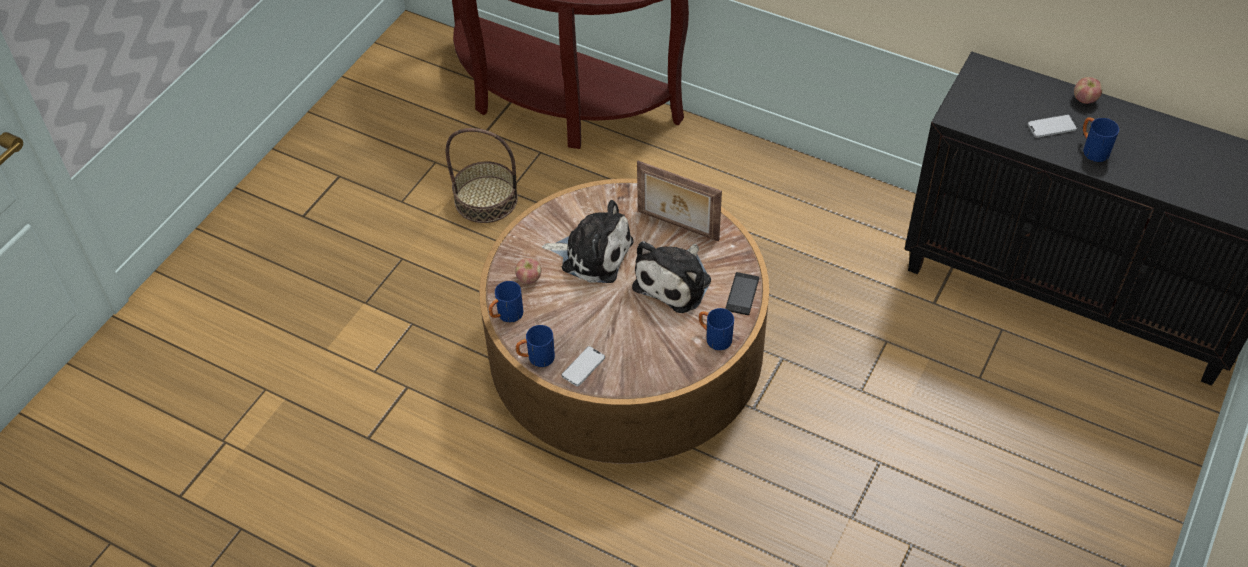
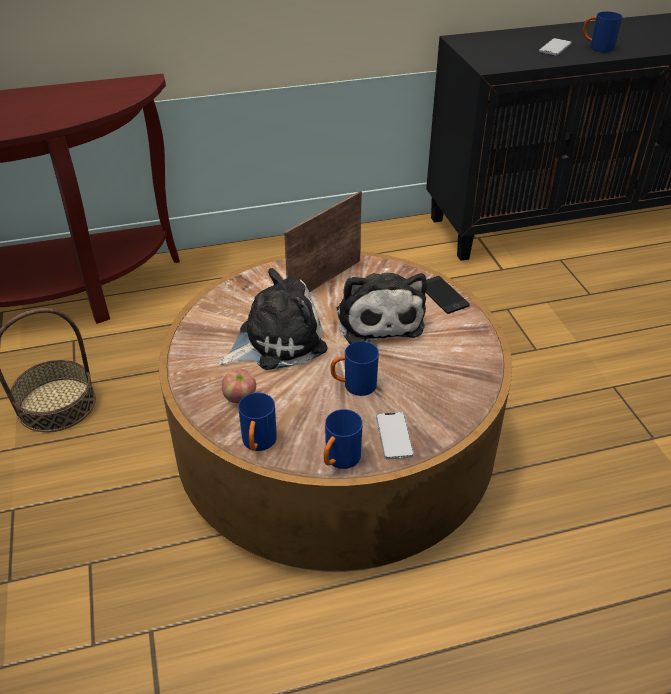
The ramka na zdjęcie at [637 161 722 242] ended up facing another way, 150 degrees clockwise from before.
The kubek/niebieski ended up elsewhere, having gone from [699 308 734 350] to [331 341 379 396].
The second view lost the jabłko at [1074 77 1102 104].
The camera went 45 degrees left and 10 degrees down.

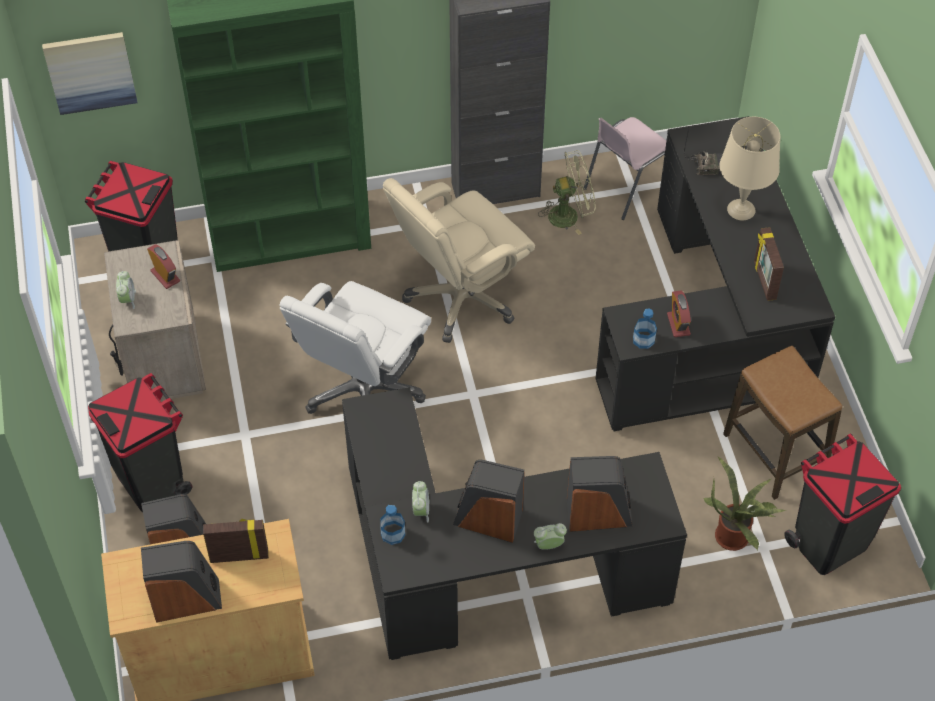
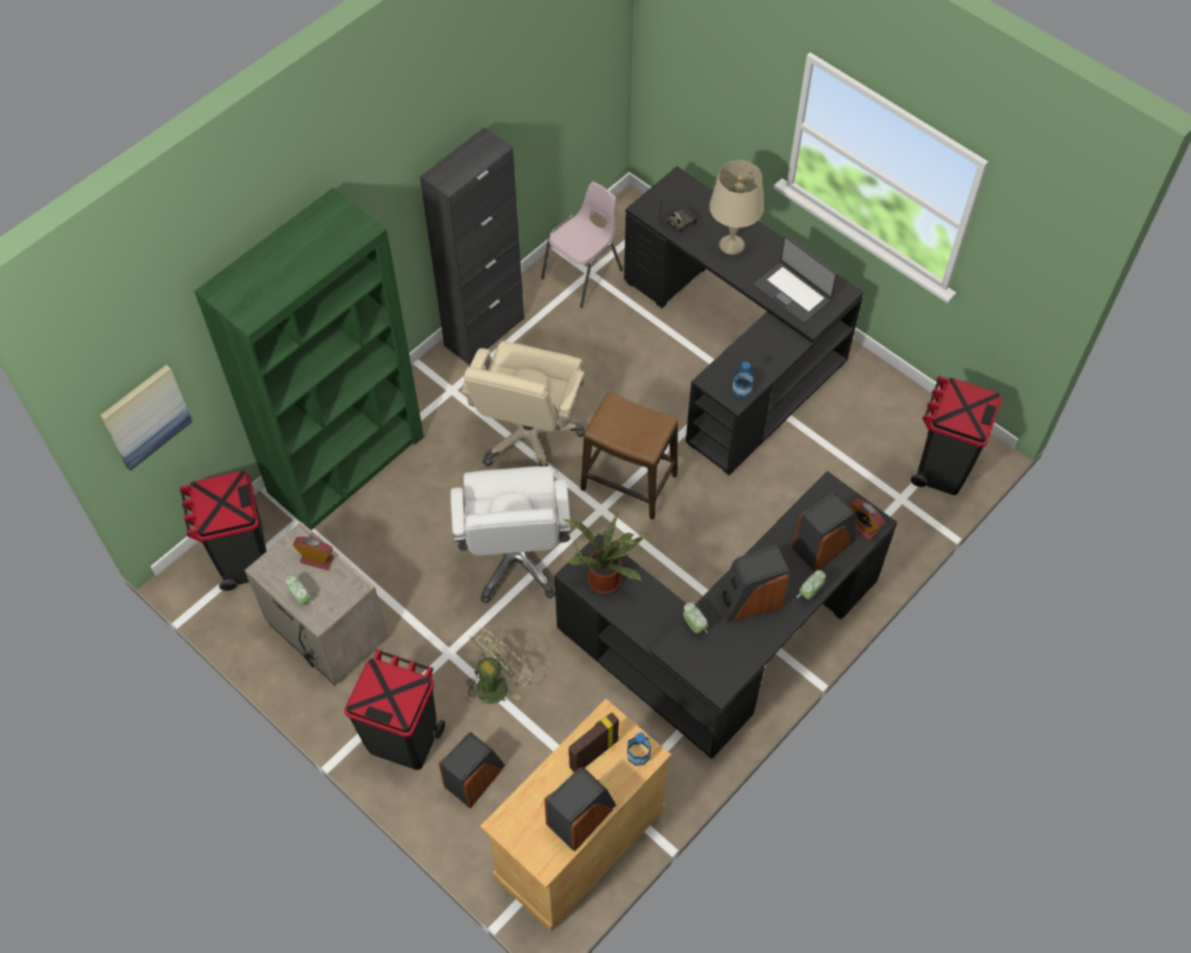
The butelka ended up elsewhere, having gone from [380 505 405 545] to [627 732 651 766].
The wentylator/zielony ended up elsewhere, having gone from [538 150 596 235] to [467 628 531 704].
The krzesło/różowy at [583 117 666 220] ended up facing another way, 150 degrees counterclockwise from before.
The budzik ended up elsewhere, having gone from [667 291 691 337] to [850 498 885 541].
The roślina doniczkowa ended up elsewhere, having gone from [703 457 786 551] to [563 513 649 594].
The stołek ended up elsewhere, having gone from [723 346 842 500] to [581 392 678 520].
Where the ramka na zdjęcie stood at [754 227 784 301], the laptop came to stand at [753 235 838 324].
The camera went 35 degrees left and 5 degrees up.

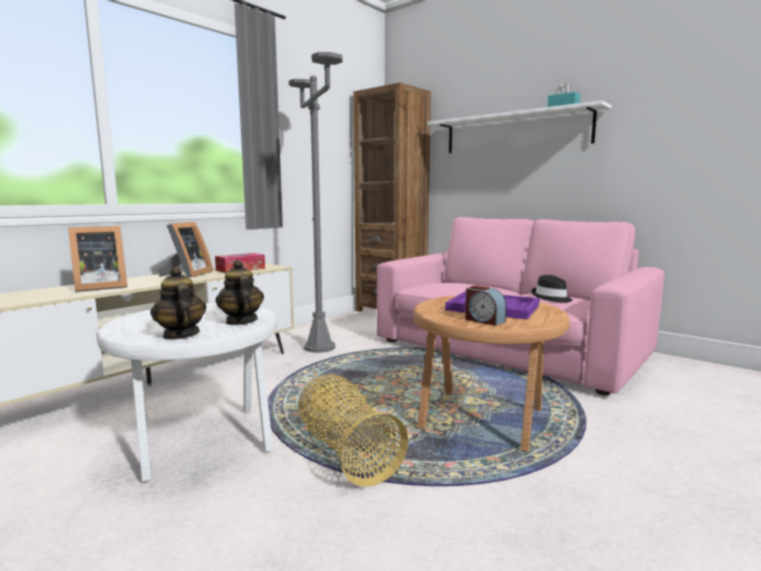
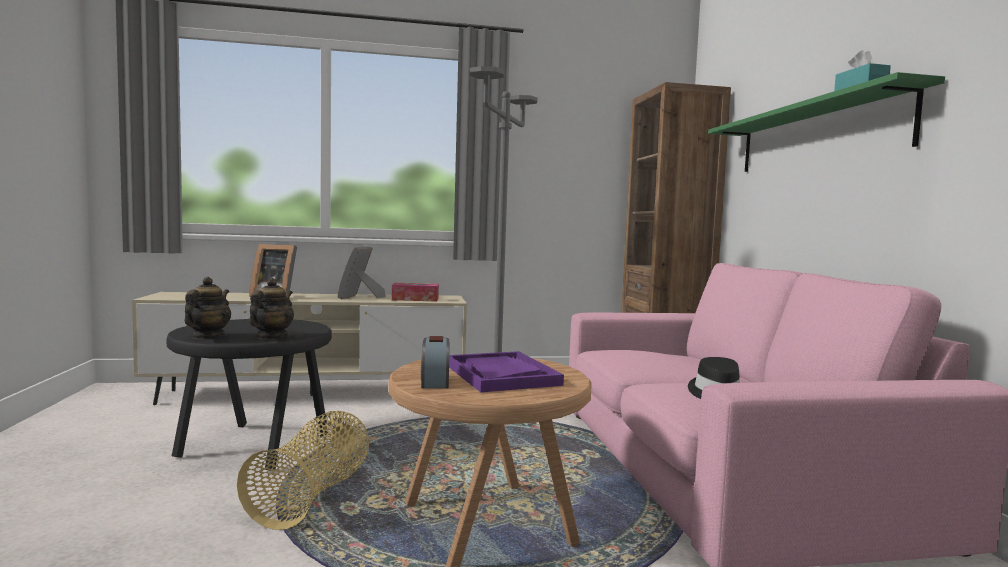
What was the stolik/biały at [96 303 277 482] turned into the stolik/czarny at [167 319 332 471].
The ramka na zdjęcie at [159 222 213 278] ended up facing another way, 135 degrees clockwise from before.
What was the półka/biały at [427 100 612 153] turned into the półka/zielony at [708 72 945 172].
The camera went 40 degrees right and 5 degrees down.

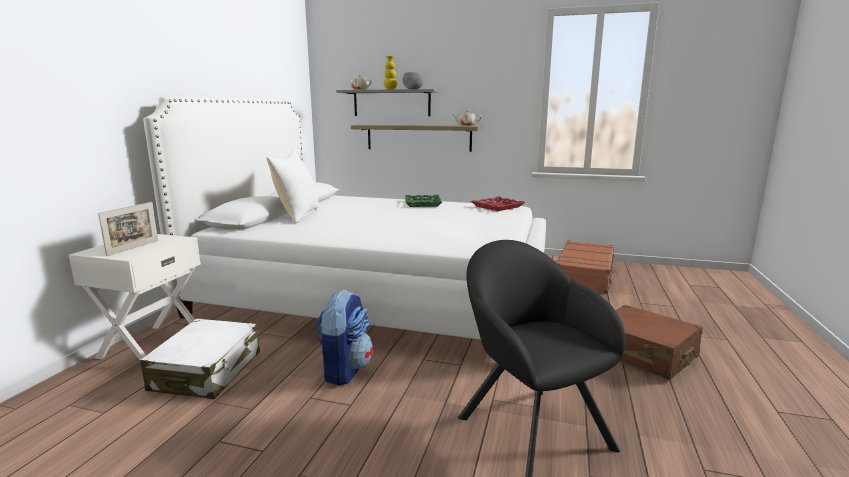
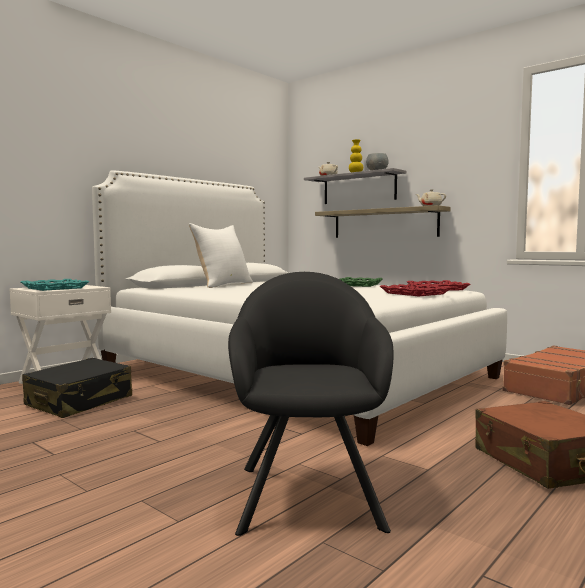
Where the ramka na zdjęcie stood at [98 202 158 256], the taca/turkusowy came to stand at [21 279 89 291].
What was the walizka/biały at [140 319 260 399] turned into the walizka/czarny at [22 358 132 418].
The second view lost the plecak at [315 290 373 386].
The second view gained the taca/czerwony at [380 283 452 296].
The camera went 25 degrees right and 10 degrees down.

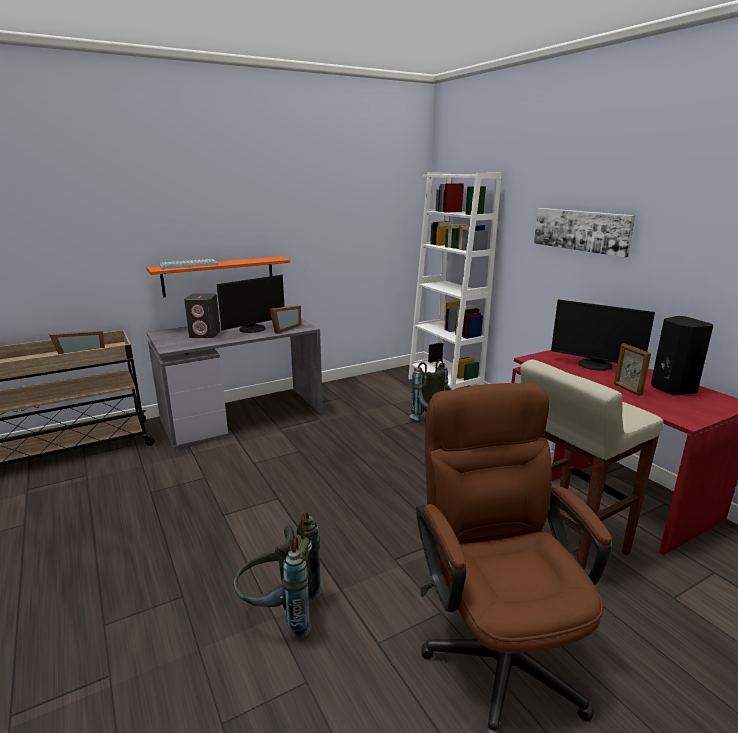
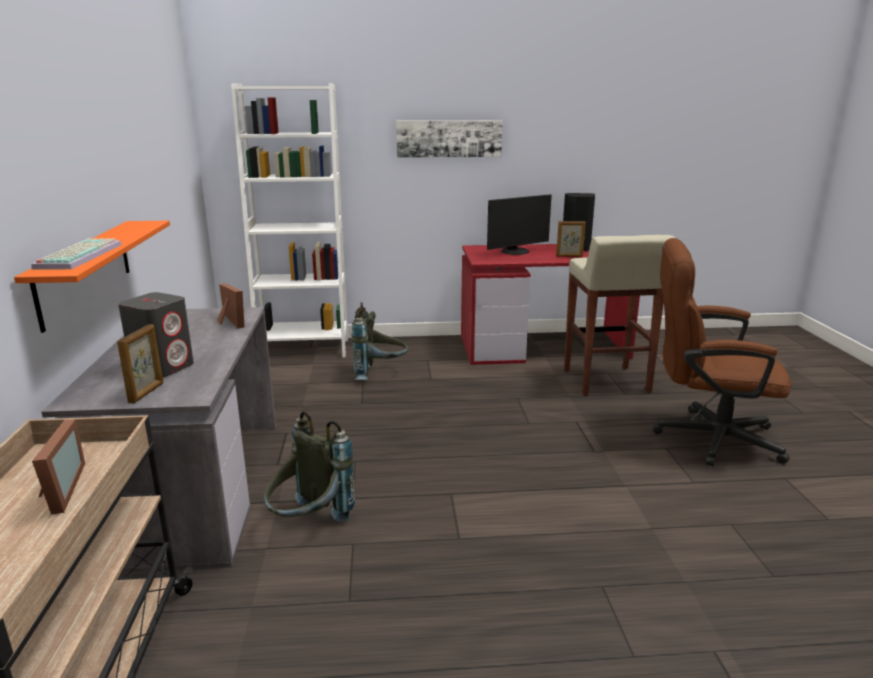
The second view lost the monitor at [217 275 285 333].
The plecak/szary ended up elsewhere, having gone from [233 512 322 639] to [264 411 355 522].
The second view gained the ramka na zdjęcie at [117 324 163 404].
The camera went 65 degrees left and 0 degrees up.

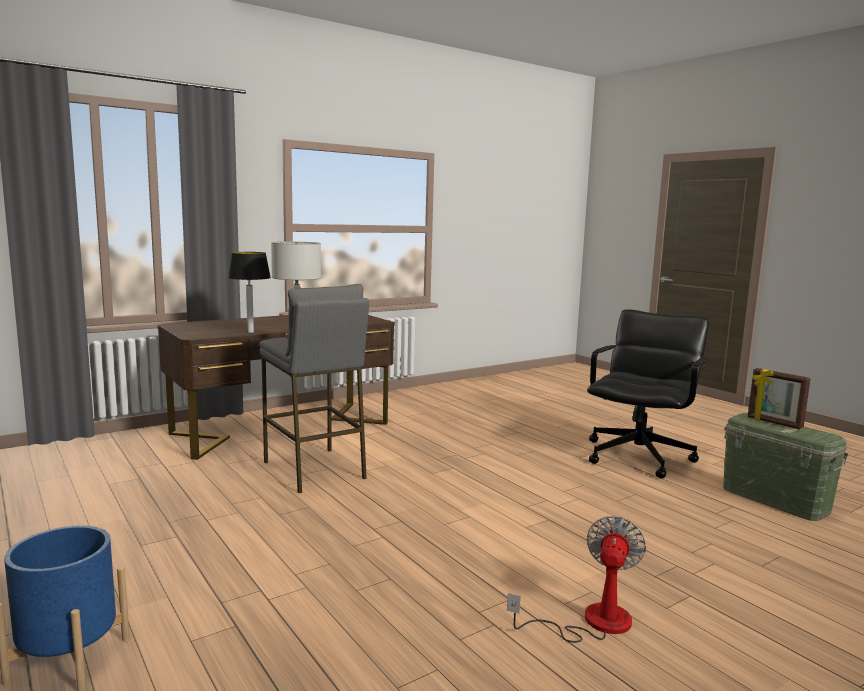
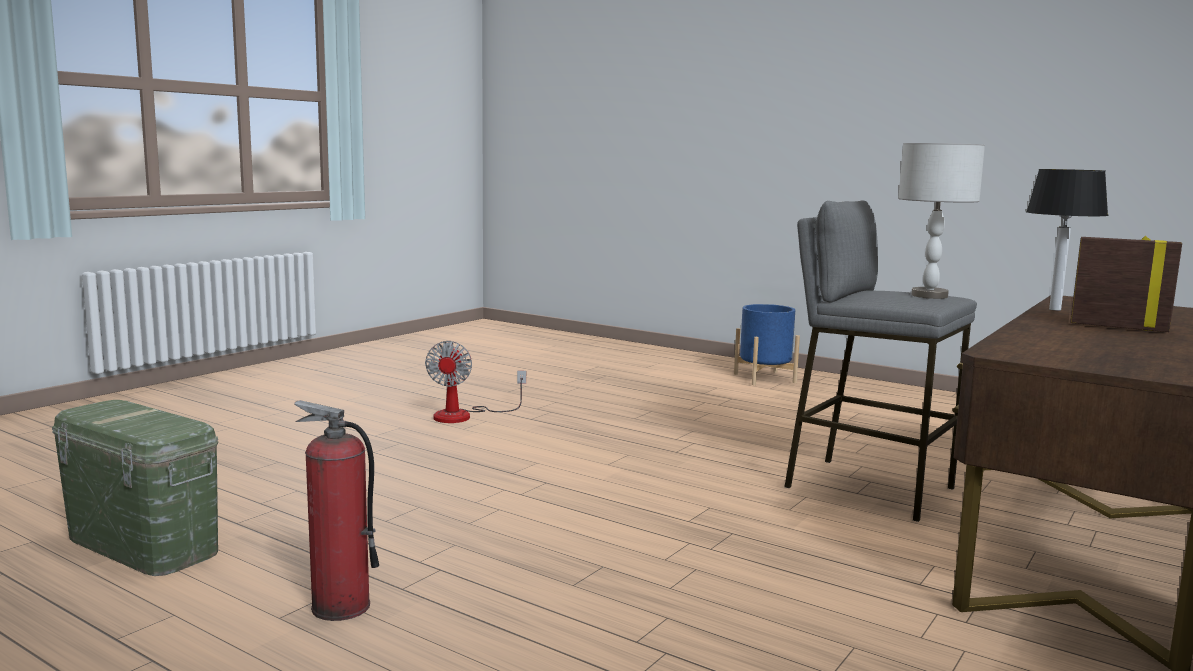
Where the krzesło biurowe/czarny stood at [587 309 709 478], the gaśnica came to stand at [294 400 379 621].
The ramka na zdjęcie ended up elsewhere, having gone from [748 368 811 429] to [1070 236 1182 332].
The camera went 160 degrees right and 0 degrees up.

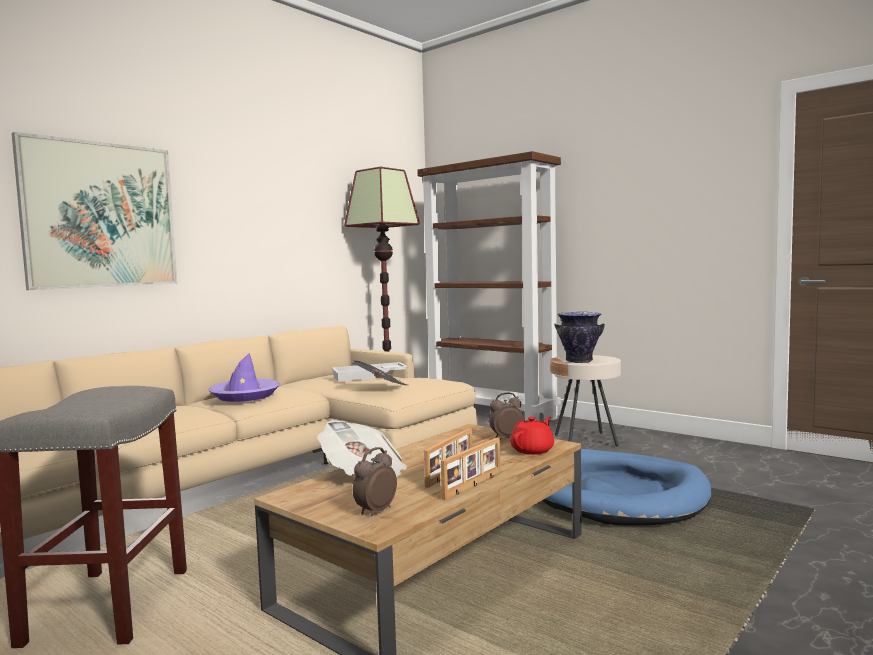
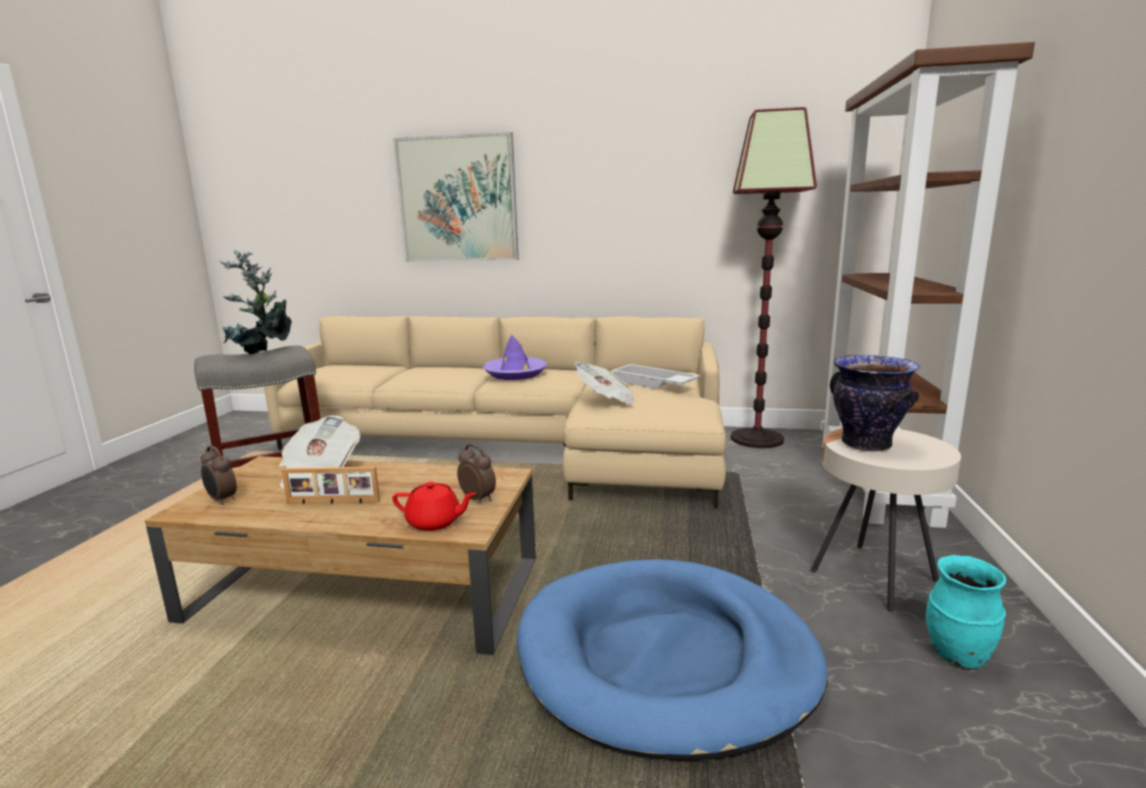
The budzik at [353 447 397 516] ended up facing another way, 150 degrees counterclockwise from before.
The second view lost the ramka na zdjęcie at [441 438 500 500].
The second view gained the roślina doniczkowa at [219 250 292 354].
The second view gained the wazon/turkusowy at [926 555 1006 669].
The camera went 60 degrees right and 10 degrees up.

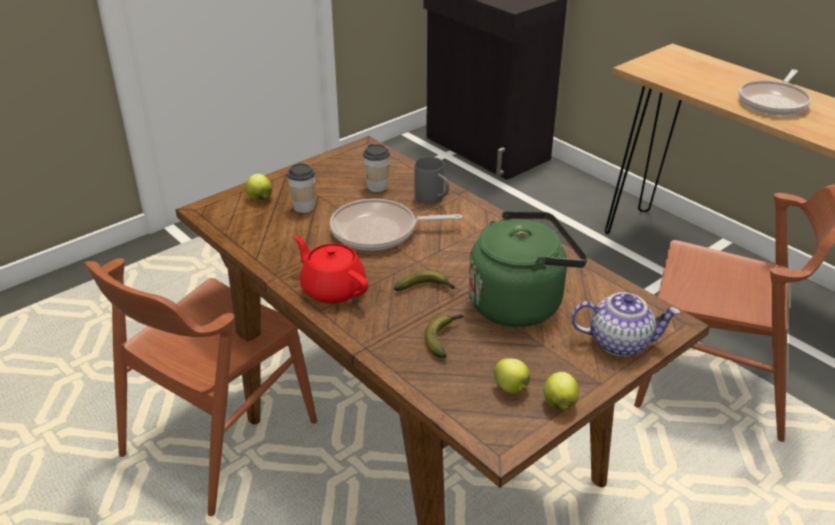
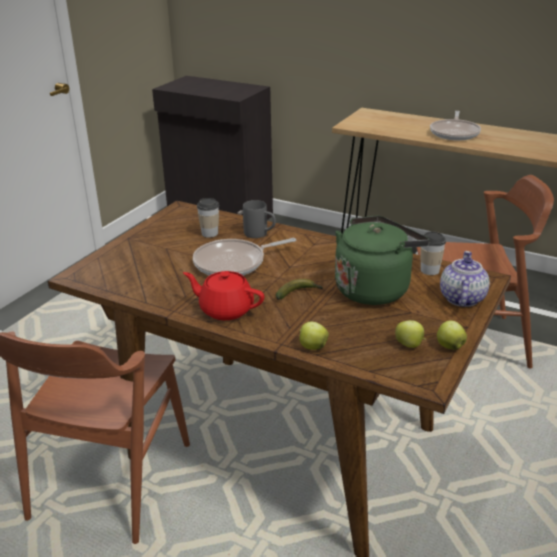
The jabłko ended up elsewhere, having gone from [245 174 272 200] to [299 322 329 350].
The filiżanka ended up elsewhere, having gone from [287 164 315 213] to [420 231 446 275].
The second view lost the banan at [425 314 464 358].
The imbryk at [571 292 680 356] ended up facing another way, 60 degrees counterclockwise from before.
The camera went 20 degrees left and 5 degrees down.

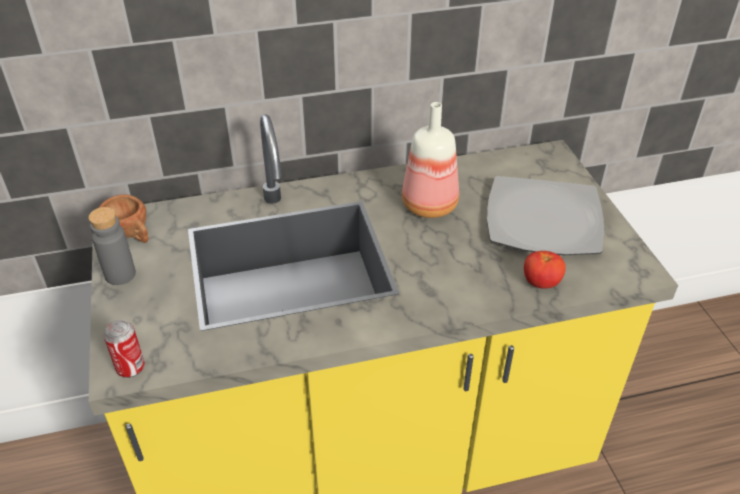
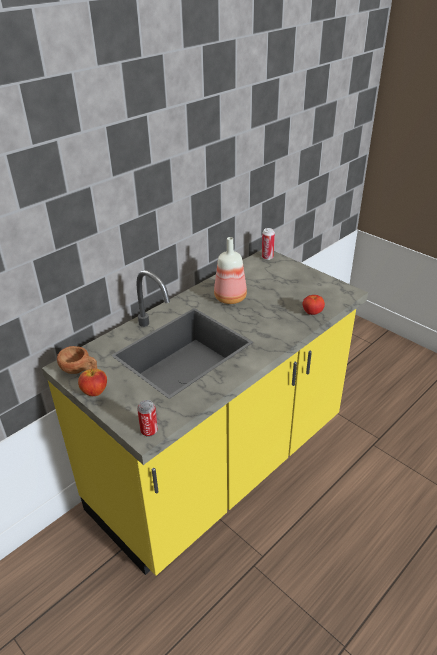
Where the butelka/szary stood at [88 207 136 285], the jabłko came to stand at [78 368 107 396].
The second view lost the talerz at [487 176 604 255].
The second view gained the puszka at [262 228 275 260].
The camera went 30 degrees left and 5 degrees down.

